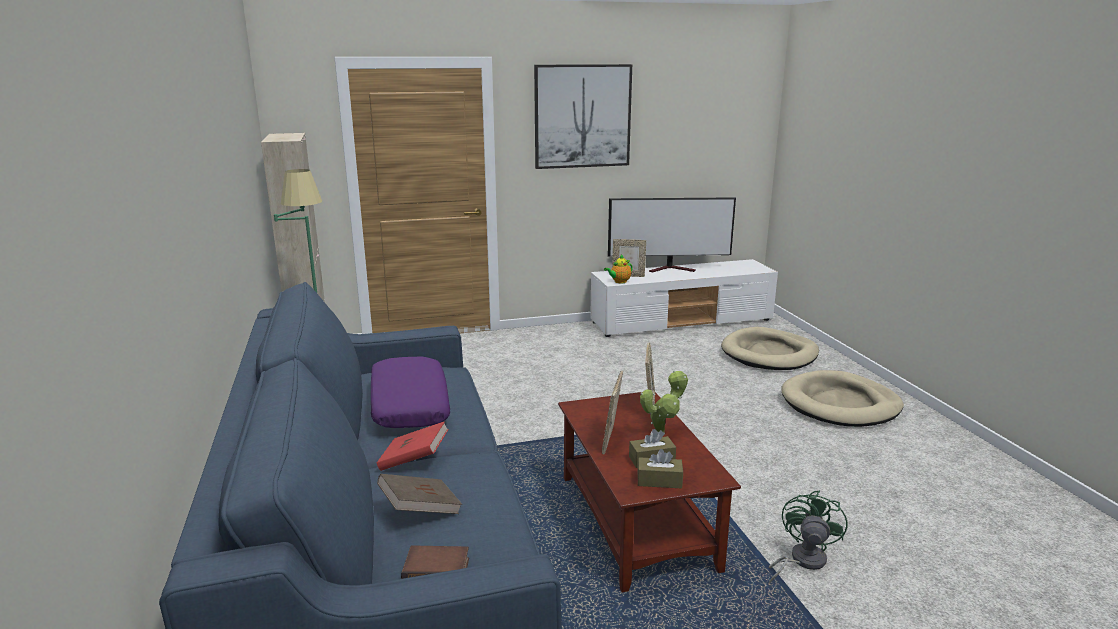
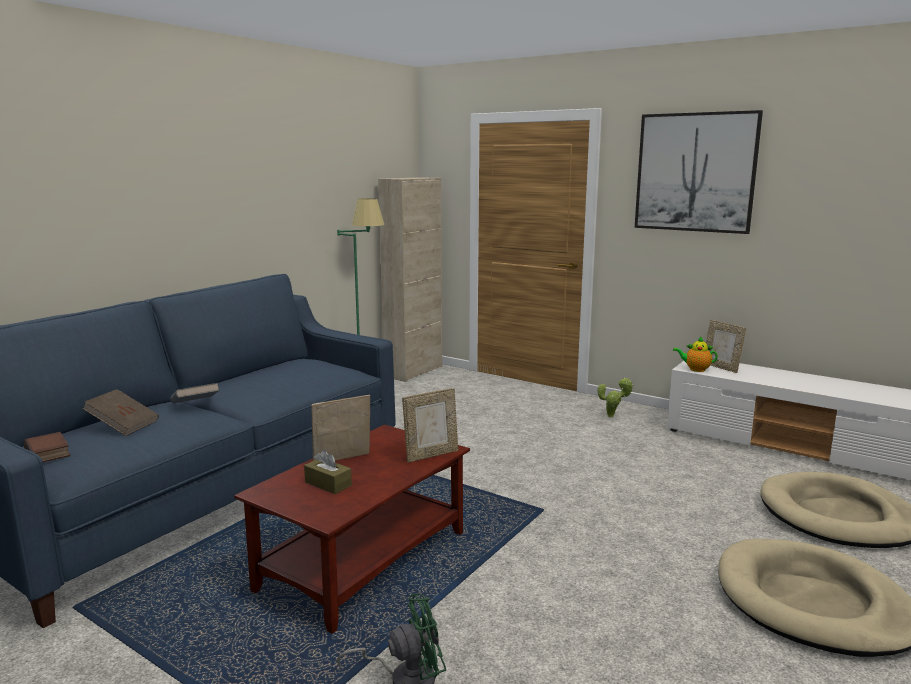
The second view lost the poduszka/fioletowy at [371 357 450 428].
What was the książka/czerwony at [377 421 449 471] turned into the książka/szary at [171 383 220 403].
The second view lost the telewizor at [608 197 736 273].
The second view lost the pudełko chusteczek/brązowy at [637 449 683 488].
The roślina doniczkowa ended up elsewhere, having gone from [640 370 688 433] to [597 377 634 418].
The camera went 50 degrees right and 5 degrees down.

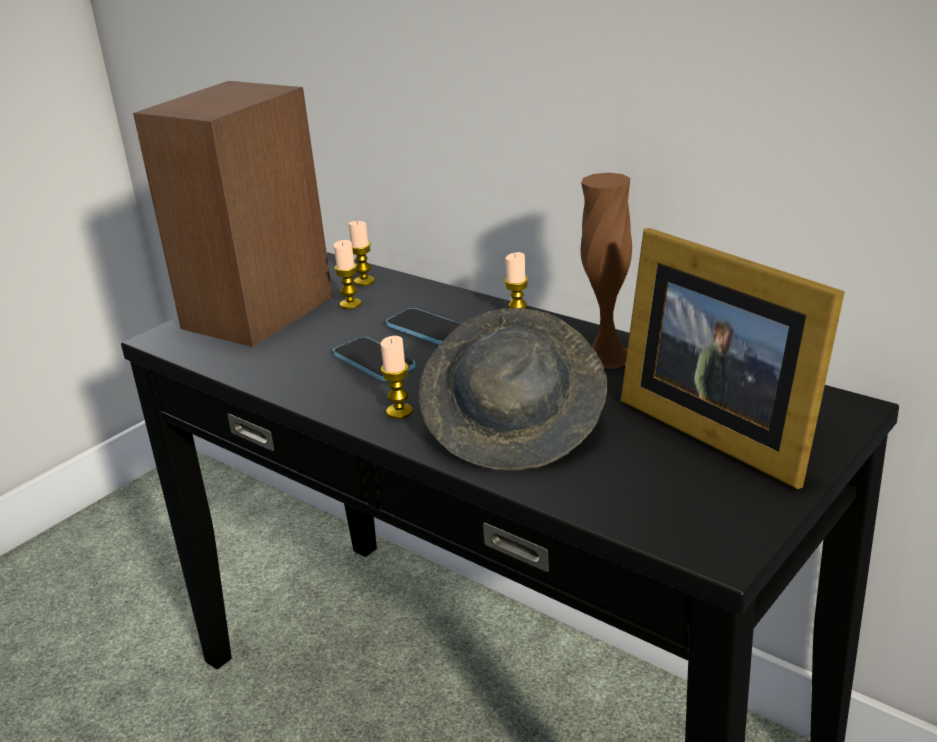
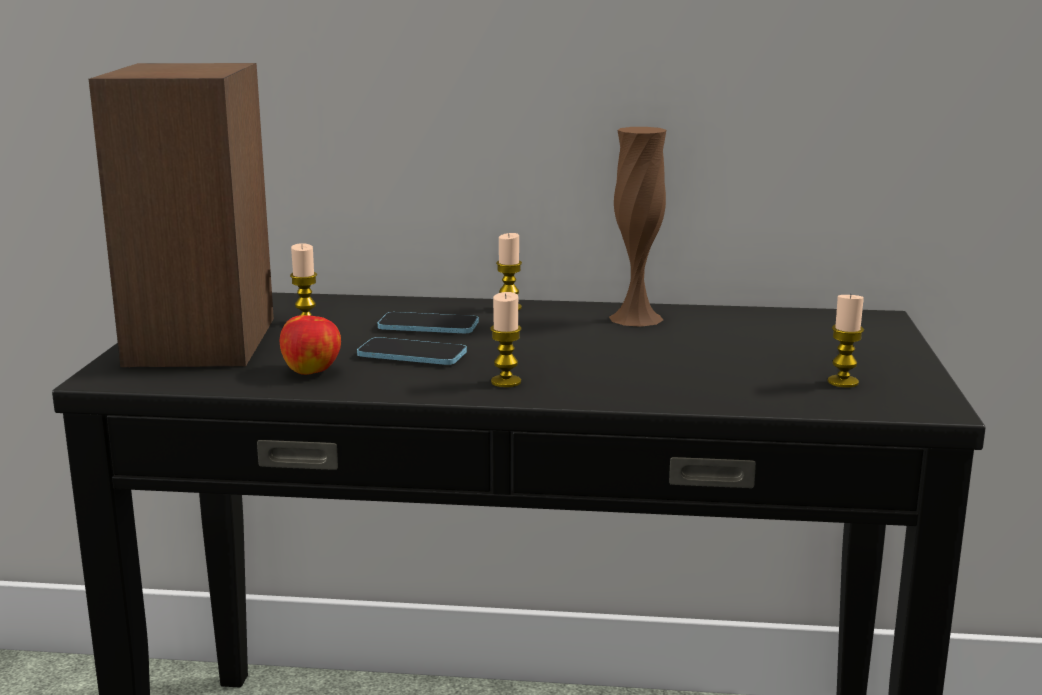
The świeca ended up elsewhere, having gone from [348 221 375 286] to [828 295 864 388].
The second view lost the kapelusz/szary at [419 308 607 470].
The second view lost the ramka na zdjęcie at [621 228 845 489].
The second view gained the jabłko at [280 315 341 375].
The camera went 35 degrees left and 10 degrees down.

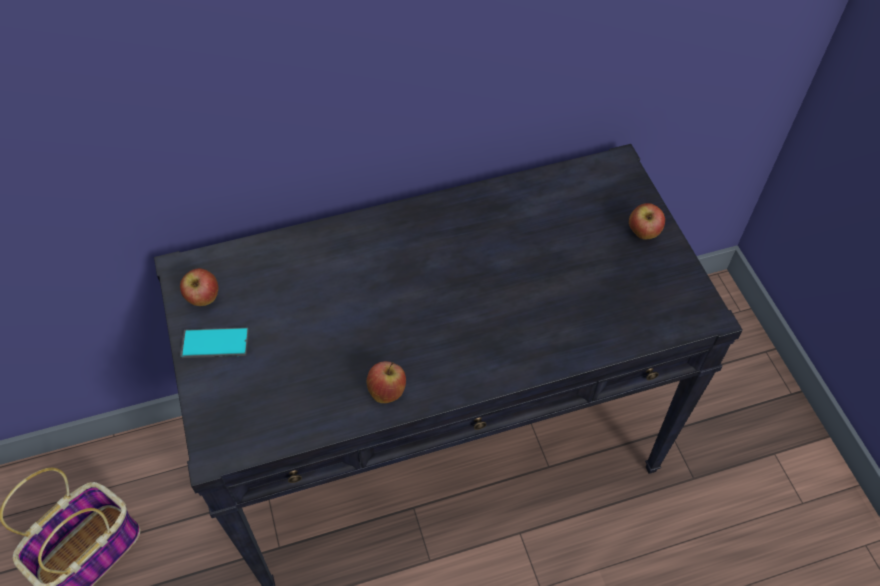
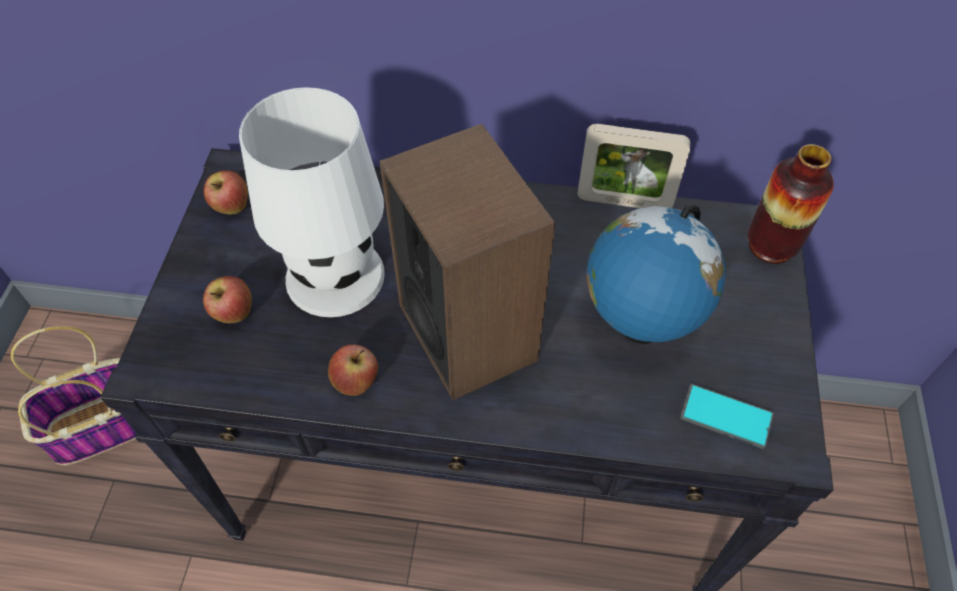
The telefon ended up elsewhere, having gone from [180 327 249 358] to [680 384 773 449].
The jabłko ended up elsewhere, having gone from [629 203 665 240] to [203 276 252 323].
The second view gained the lampa stołowa/biały at [239 87 385 317].
The second view gained the głośnik at [380 124 555 400].
The second view gained the ramka na zdjęcie at [578 124 690 208].
The second view gained the globus at [587 205 726 344].
The second view gained the wazon at [748 144 834 264].
The camera went 25 degrees right and 0 degrees up.

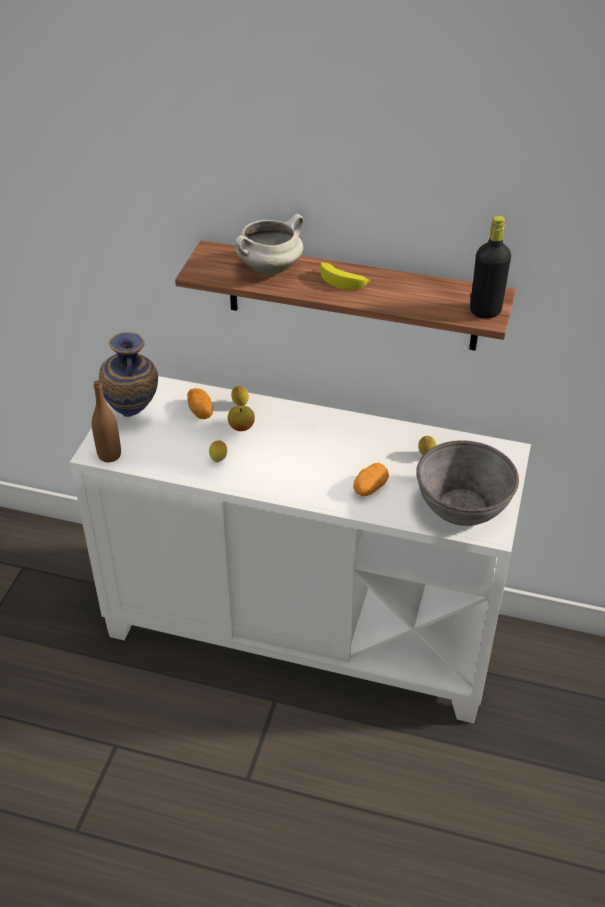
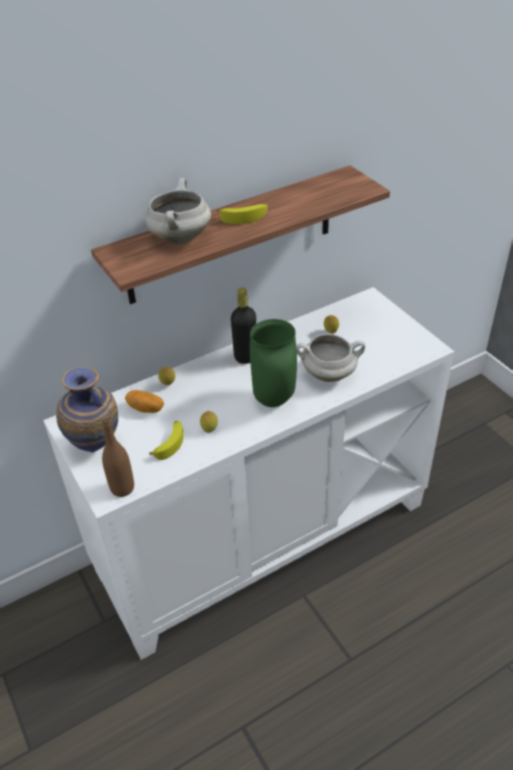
The second view lost the jabłko at [228 405 255 431].
Where the ziemniak stood at [353 463 389 496], the garnek/biały came to stand at [296 334 365 382].
The second view lost the miska/szary at [416 440 519 526].
The butelka/czarny ended up elsewhere, having gone from [470 215 511 318] to [231 288 256 364].
The second view gained the banan at [149 421 184 460].
The second view gained the wazon/zielony at [250 319 297 407].
The camera went 45 degrees left and 0 degrees up.

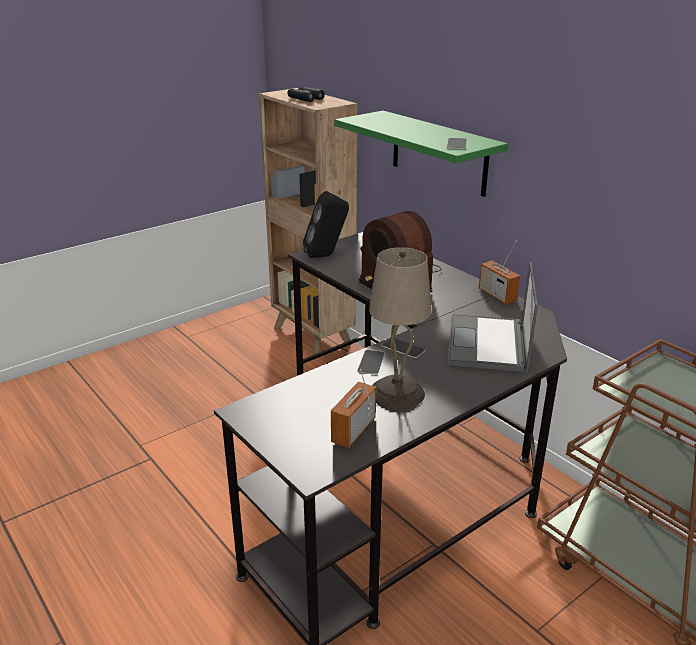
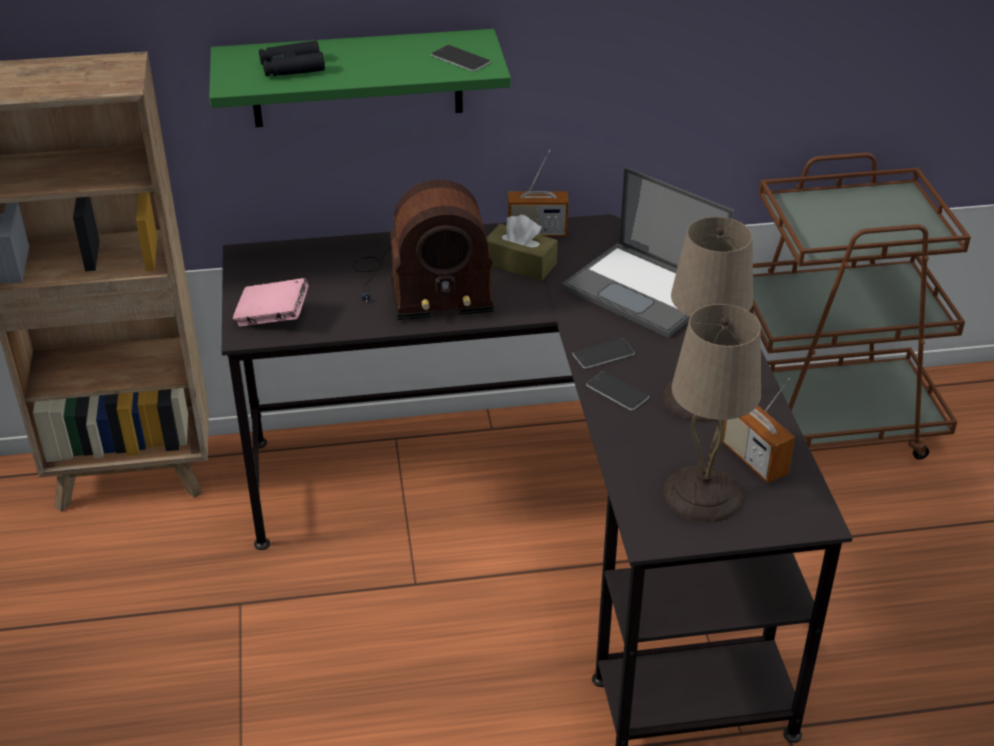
The lornetka/czarny ended up elsewhere, having gone from [287 87 325 102] to [259 41 325 76].
Where the głośnik/czarny stood at [303 191 349 258], the książka/różowy came to stand at [233 278 309 327].
The second view gained the pudełko chusteczek/brązowy at [486 215 558 281].
The second view gained the lampa stołowa/beżowy at [663 304 761 522].
The camera went 60 degrees left and 10 degrees up.

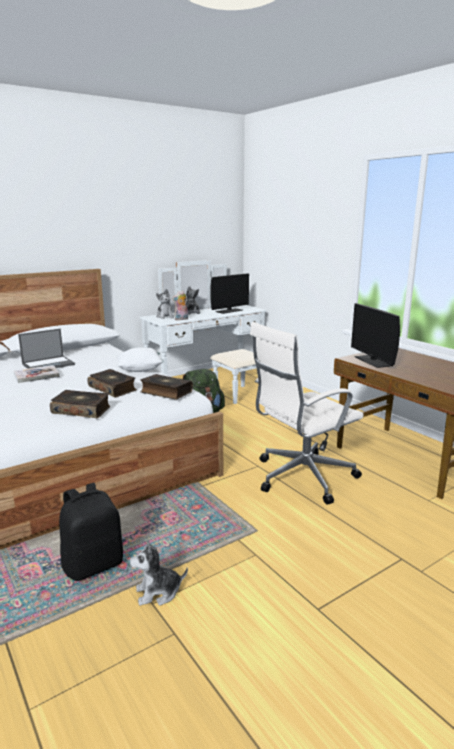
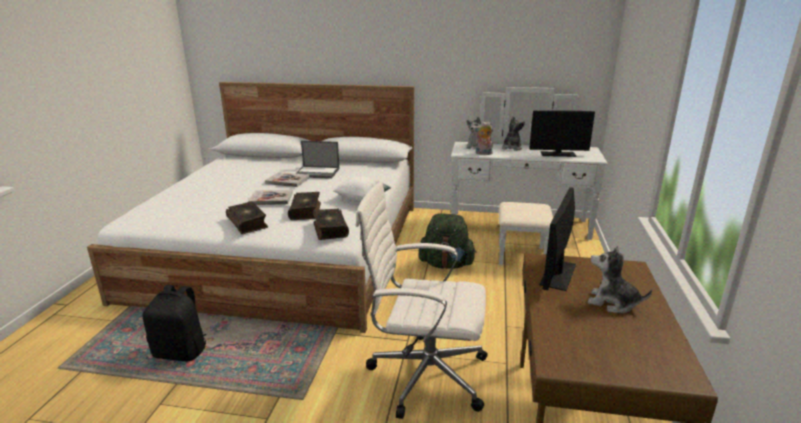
The pluszak ended up elsewhere, having gone from [129 539 188 606] to [588 246 652 314].
The second view gained the książka at [248 190 293 205].
The camera went 45 degrees right and 5 degrees up.

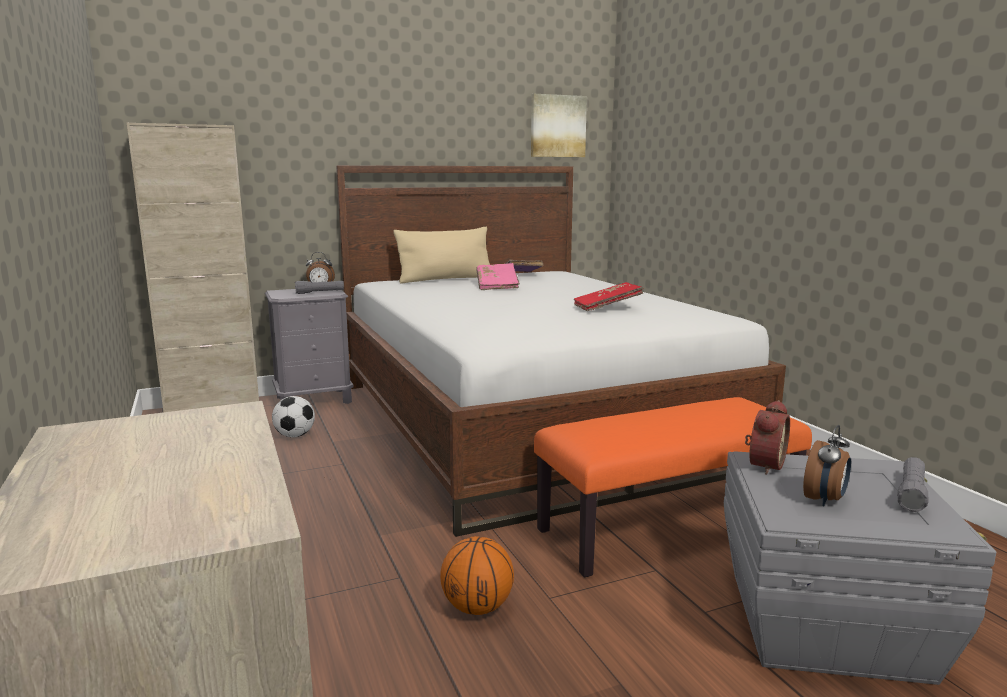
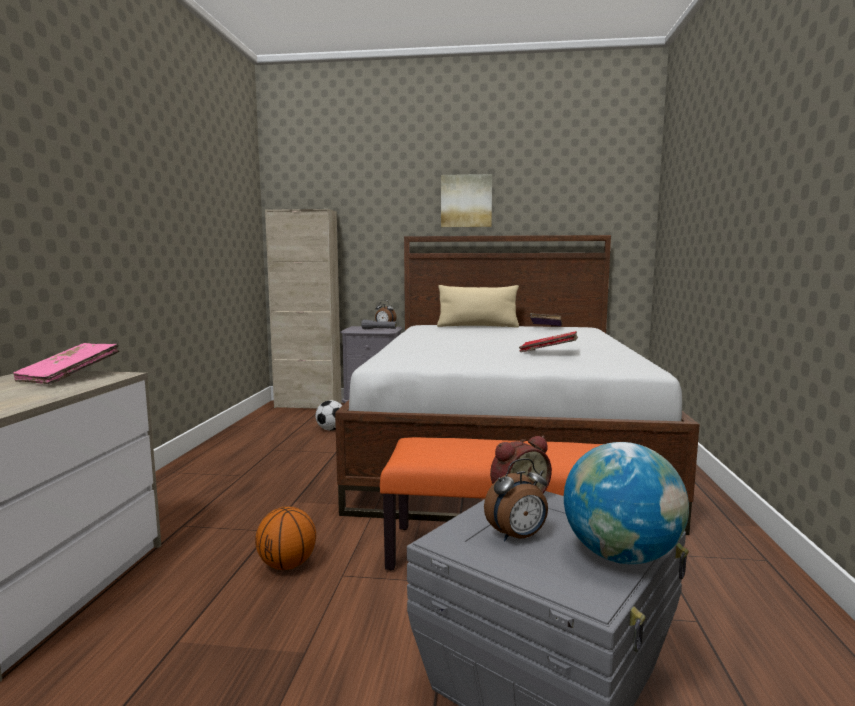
The książka/różowy ended up elsewhere, having gone from [476 263 520 290] to [13 343 119 384].
The obraz ended up elsewhere, having gone from [531 94 587 157] to [441 174 492 227].
Where the latarka/szary stood at [897 457 929 512], the globus came to stand at [564 442 689 564].
The camera went 30 degrees right and 5 degrees down.

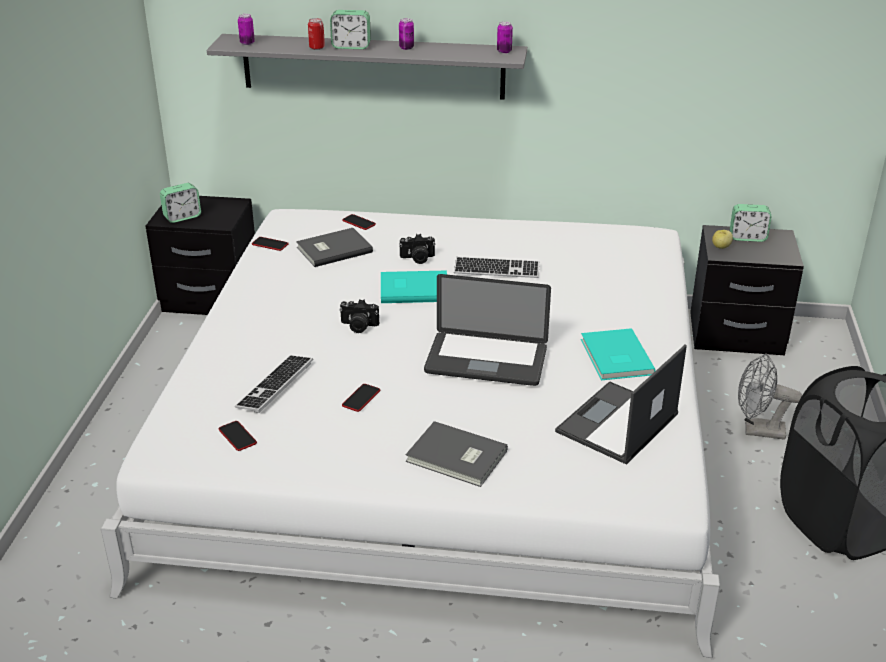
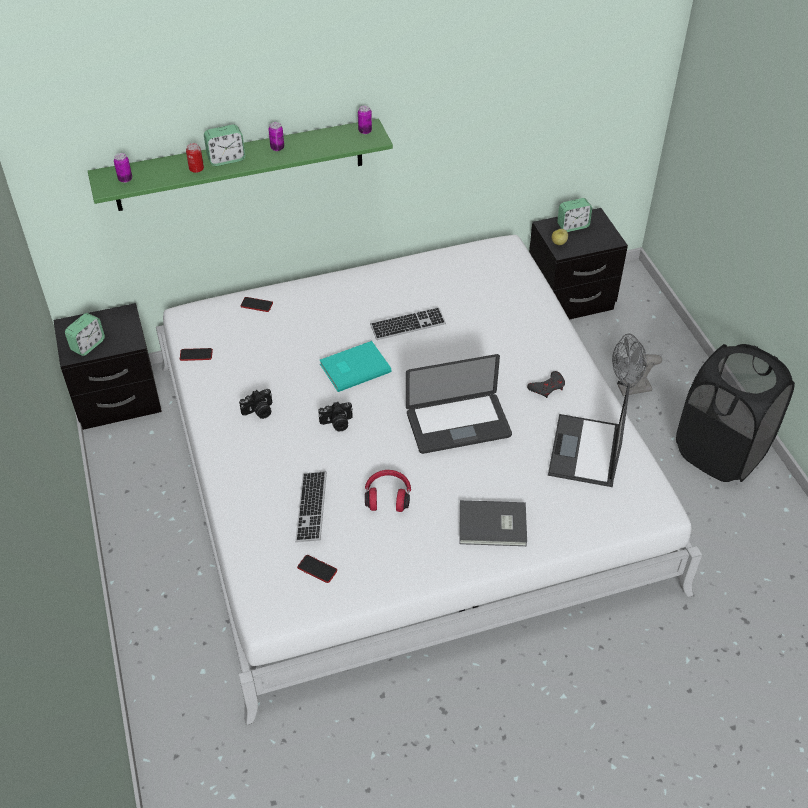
What was the półka/szary at [207 34 527 100] turned into the półka/zielony at [88 119 393 211].
The second view lost the książka/szary at [296 228 373 267].
Where the telefon stood at [342 384 380 412], the słuchawki/czerwony came to stand at [365 470 411 512].
The aparat fotograficzny ended up elsewhere, having gone from [399 234 435 264] to [239 389 272 419].
Where the książka/turkusowy stood at [581 328 656 380], the pad do gier/szary came to stand at [527 371 565 398].
The camera went 25 degrees left and 15 degrees up.

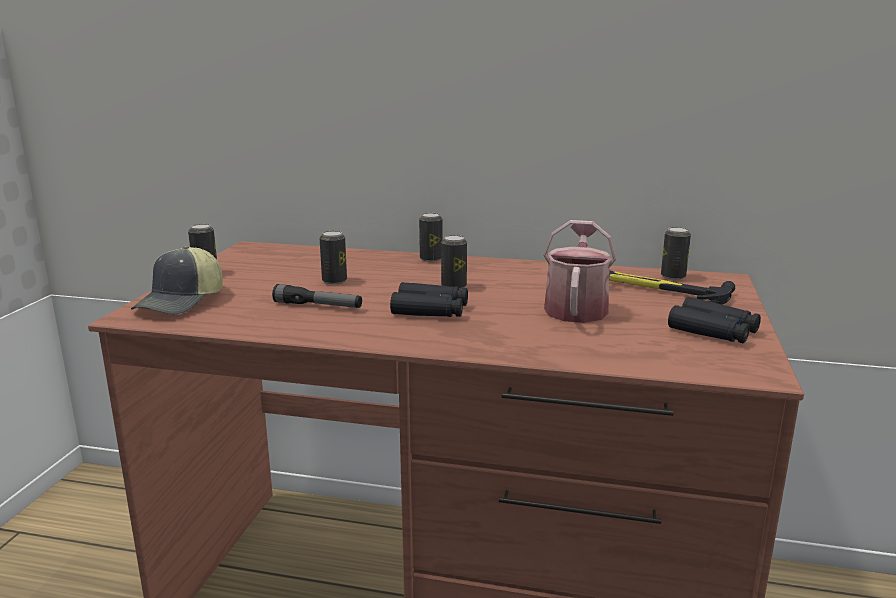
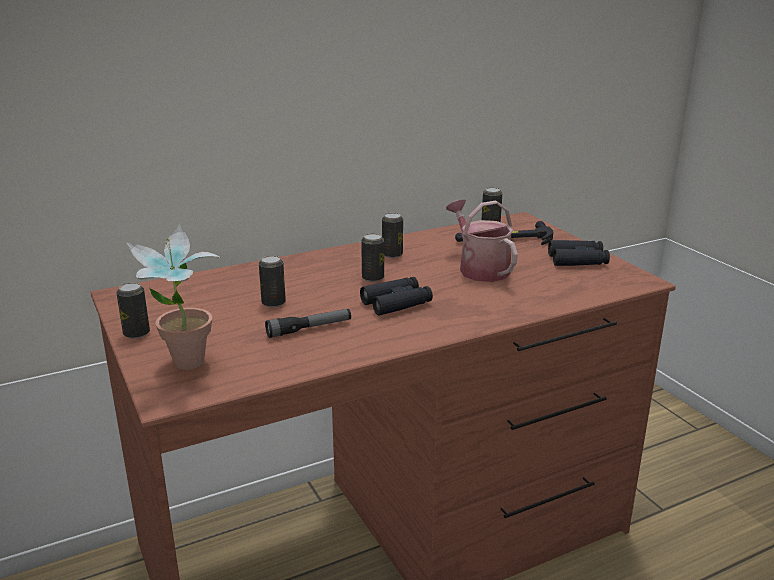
Where the czapka z daszkiem stood at [131 246 223 315], the roślina doniczkowa came to stand at [126 224 221 370].
The puszka ended up elsewhere, having gone from [419 213 442 262] to [382 213 403 258].
The camera went 40 degrees left and 5 degrees up.

